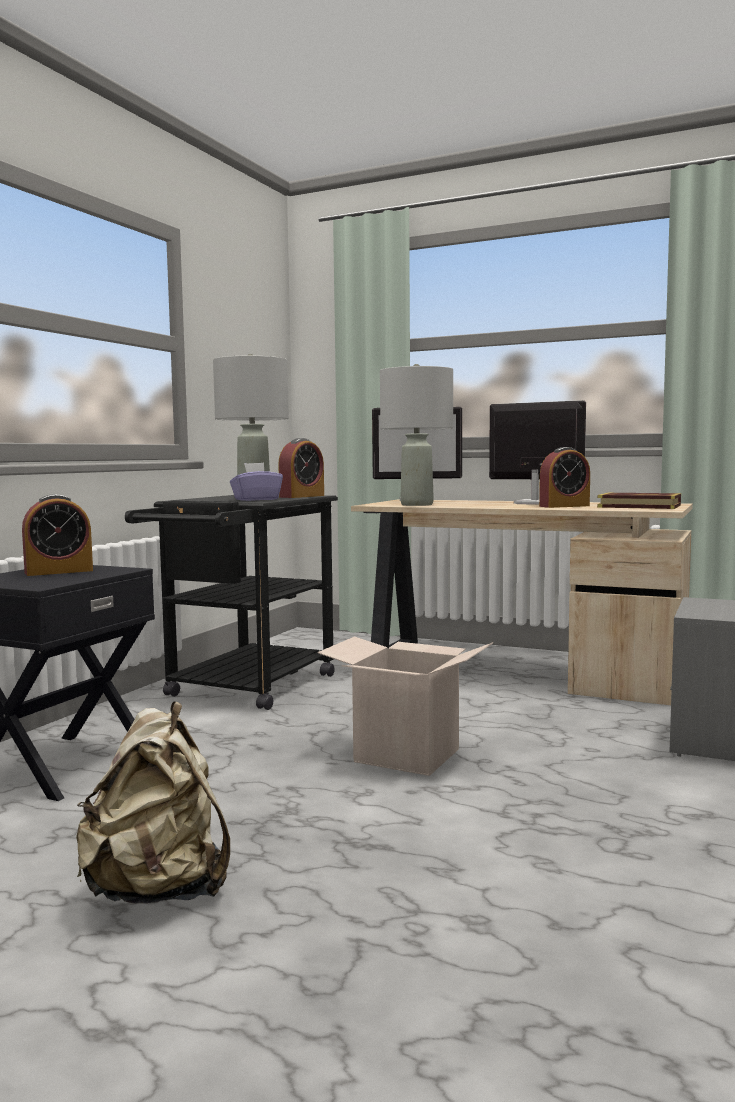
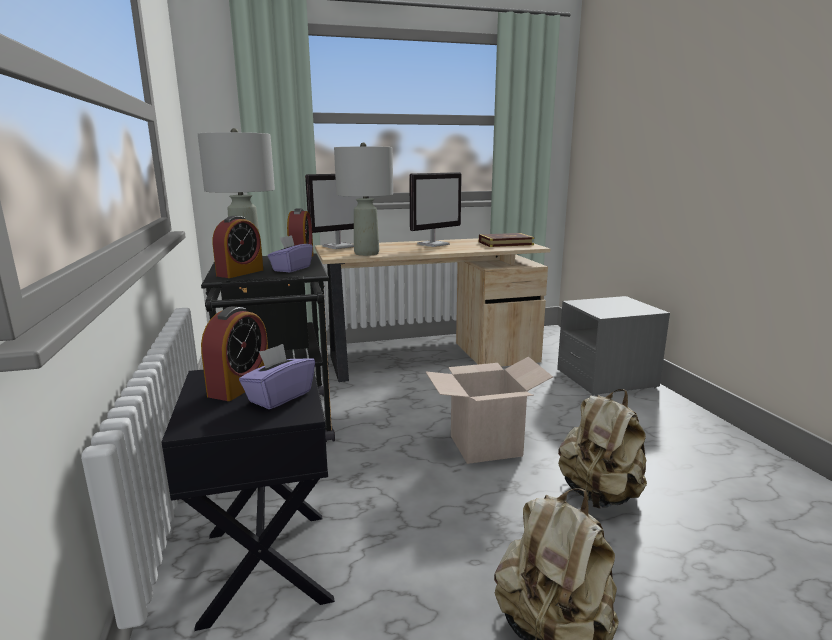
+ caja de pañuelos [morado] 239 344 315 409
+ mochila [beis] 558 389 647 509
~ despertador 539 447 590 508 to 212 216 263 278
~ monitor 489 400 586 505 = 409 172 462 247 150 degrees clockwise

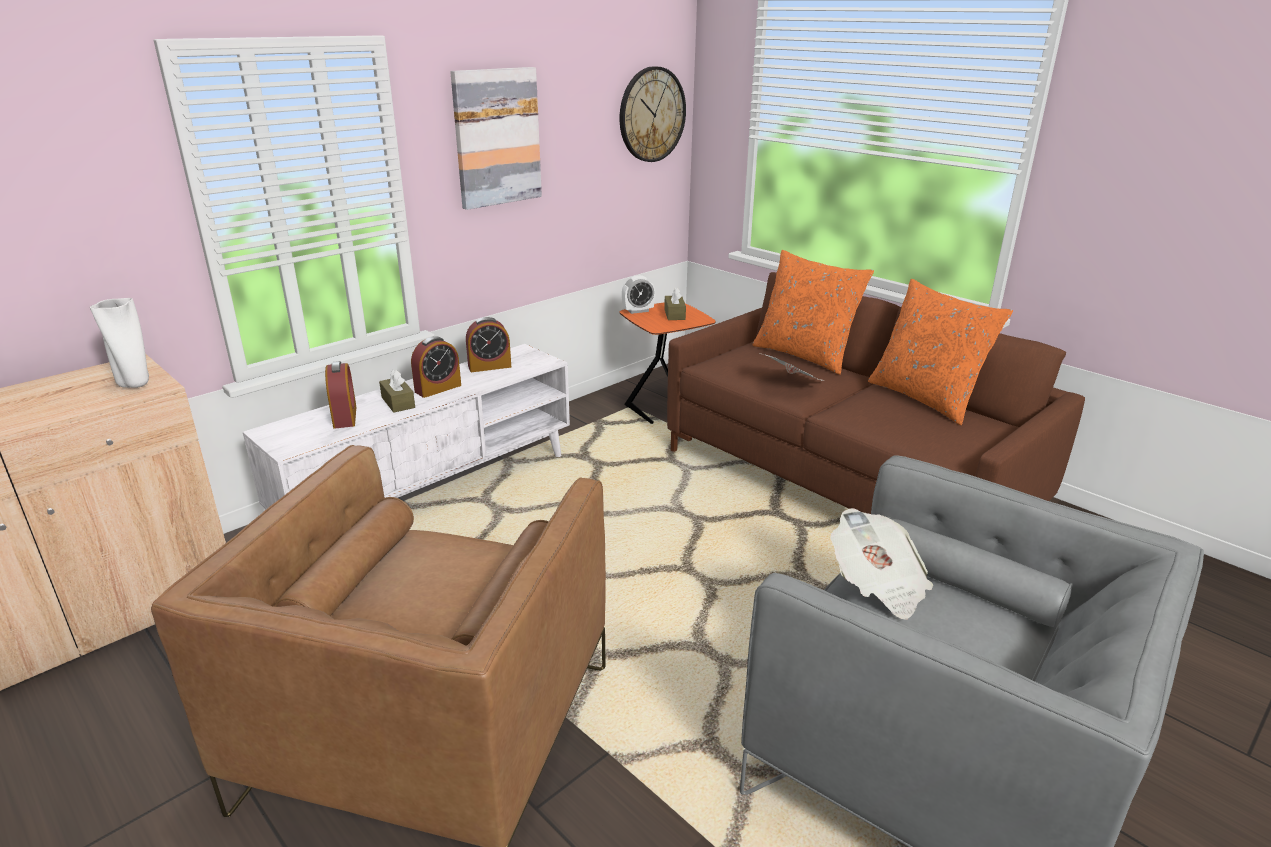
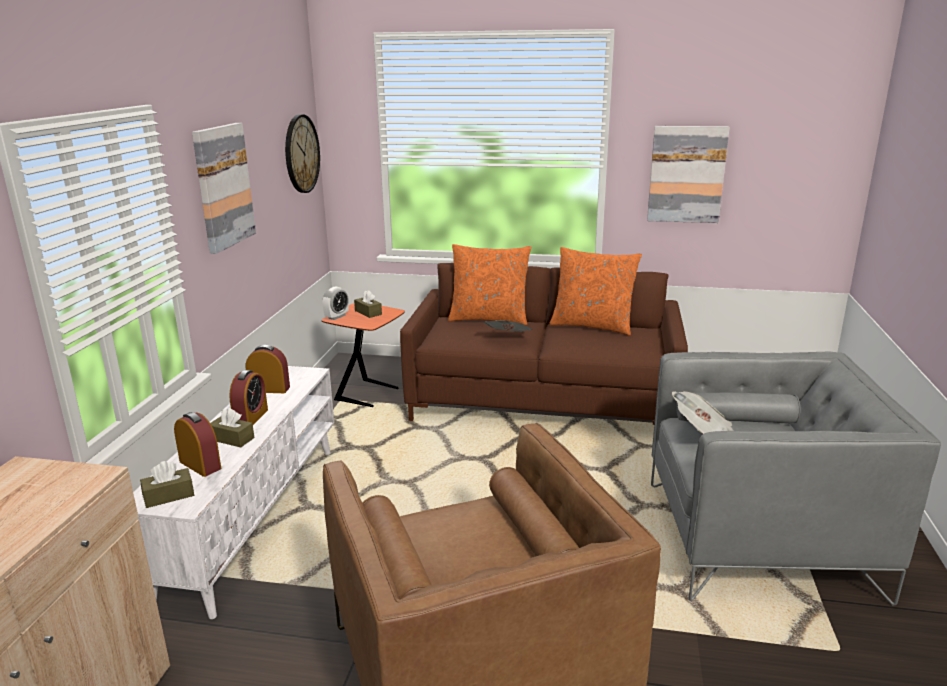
- florero [blanco] 90 298 149 388
+ caja de pañuelos [marrón] 140 461 194 508
+ cuadro 647 126 730 223
~ despertador 466 317 511 372 = 246 345 290 393 120 degrees counterclockwise

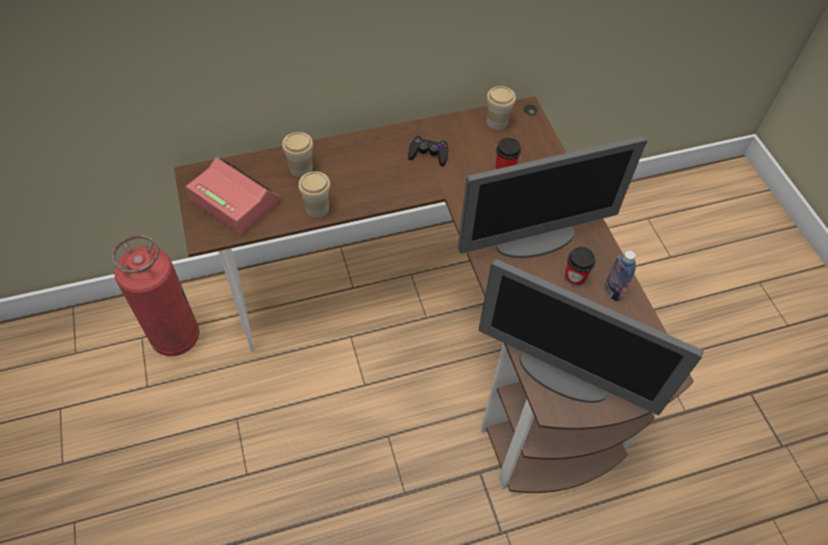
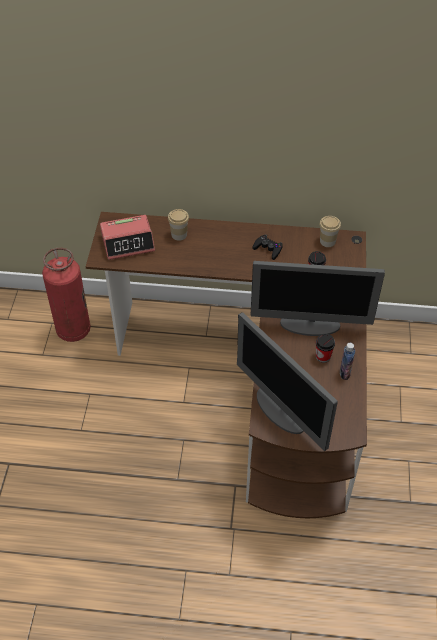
- taza 298 171 331 218
~ despertador 186 157 281 234 = 100 215 155 260 105 degrees clockwise

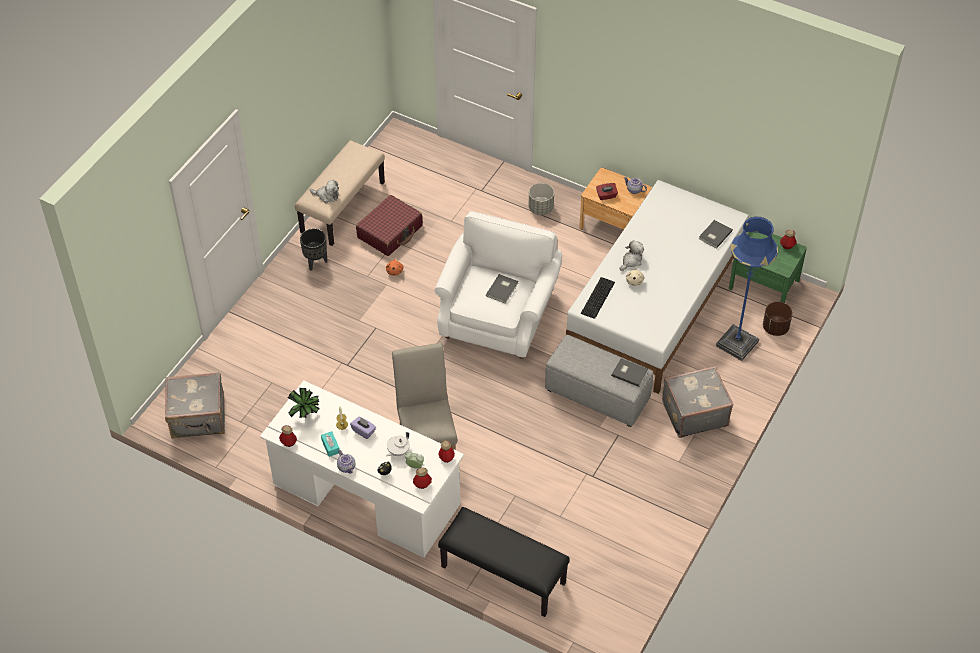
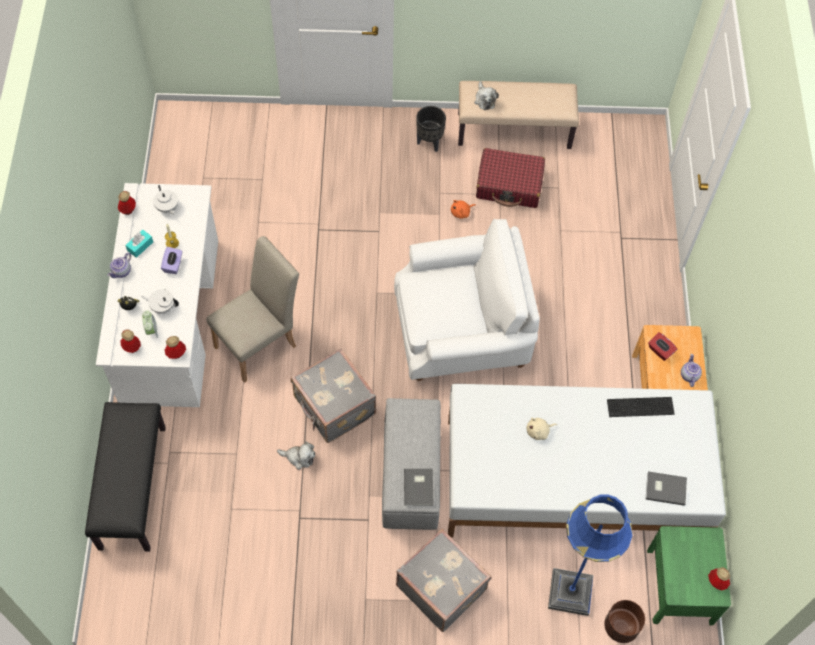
- libro [gris] 486 274 518 304
- maceta [gris] 529 183 554 215
~ maleta [gris] 165 372 225 438 to 291 348 376 443
~ teclado 581 277 615 319 to 607 397 674 417
~ peluche 619 240 644 271 to 277 441 315 470
~ planta en maceta 288 388 320 418 to tetera [blanco] 153 185 178 215

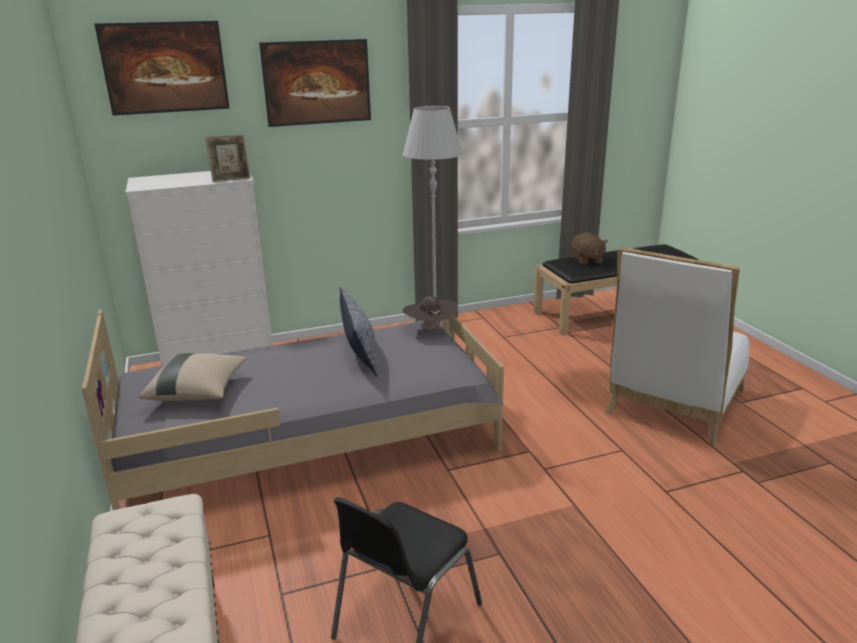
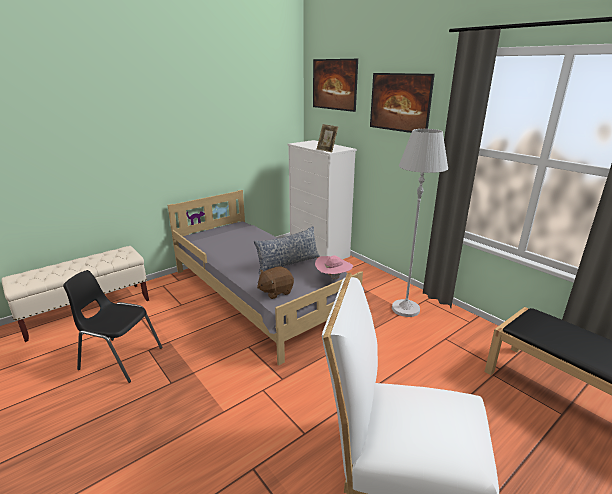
- cojín [beis] 139 353 247 401
~ peluche [marrón] 571 232 608 265 to 257 266 294 299
~ sombrero [marrón] 402 296 458 332 to sombrero [rosa] 315 256 353 281

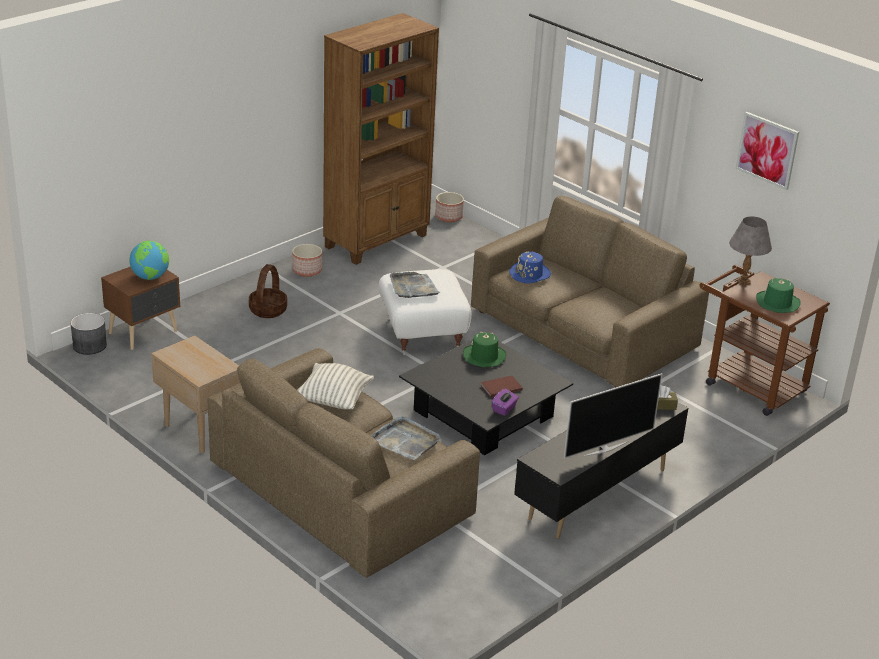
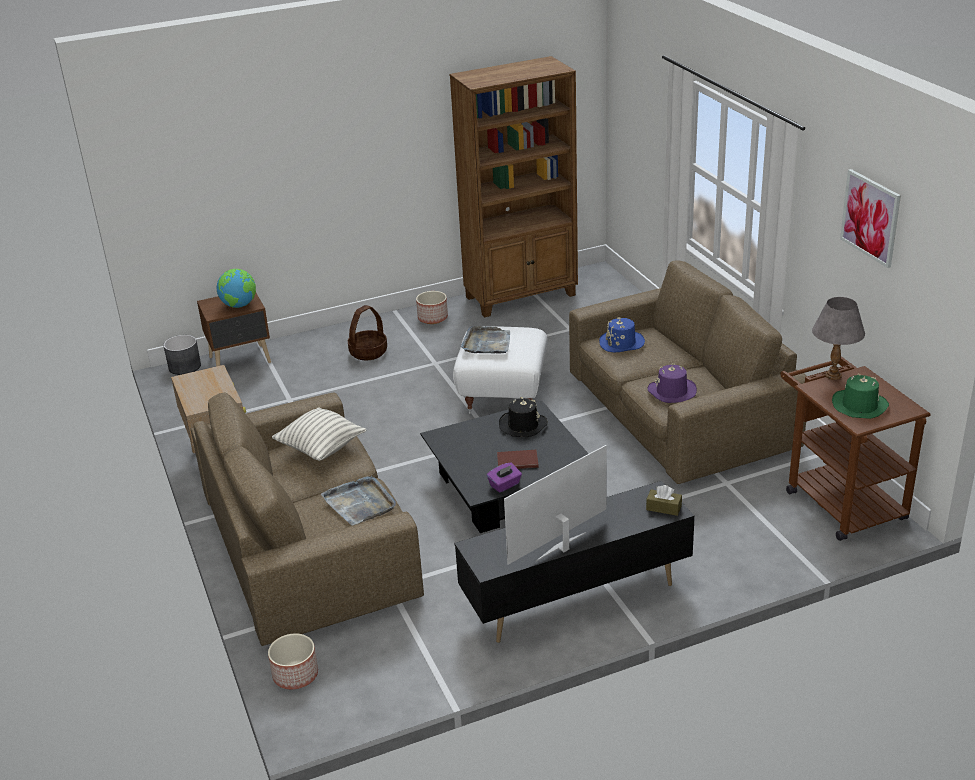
+ sombrero [morado] 647 363 697 403
~ maceta 435 192 464 222 to 268 633 318 689
~ sombrero [verde] 463 331 506 367 to sombrero [negro] 499 397 548 437
~ televisor 564 373 662 459 = 504 445 607 565 150 degrees clockwise

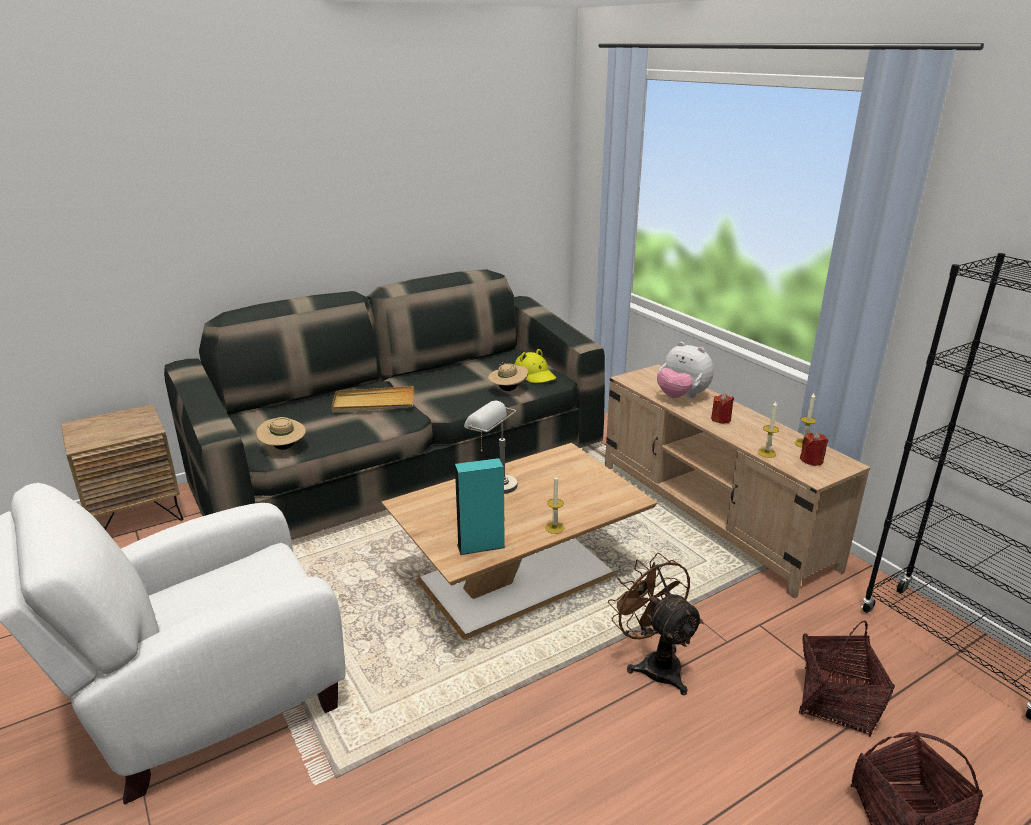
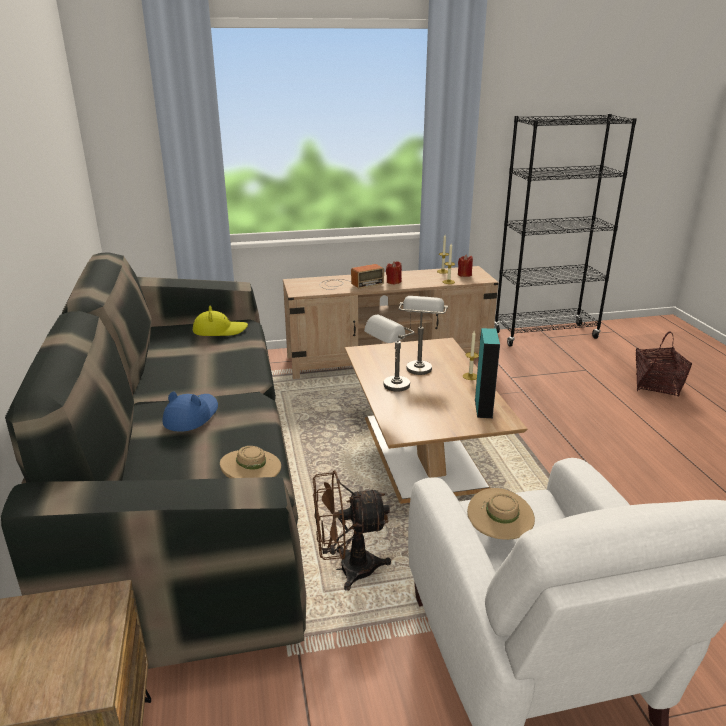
- cesta 799 621 895 737
+ lámpara de mesa [gris] 398 296 448 375
~ sombrero [beis] 488 361 528 391 to 467 488 535 540
~ ventilador [marrón] 608 553 704 695 to 313 470 391 591
~ bandeja [beis] 331 386 414 413 to sombrero [azul] 163 391 218 432
~ peluche 657 342 714 398 to radio 320 264 384 290

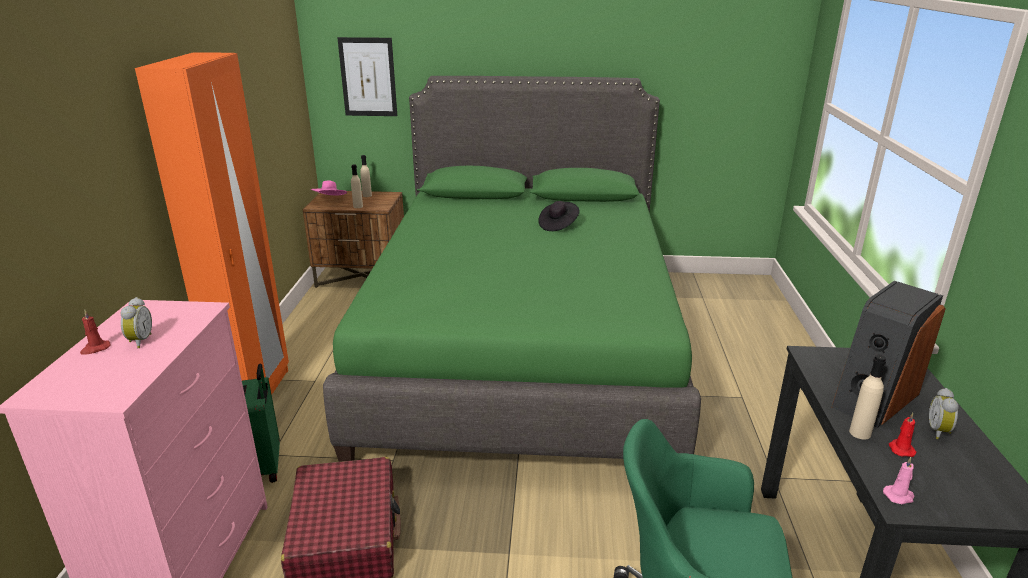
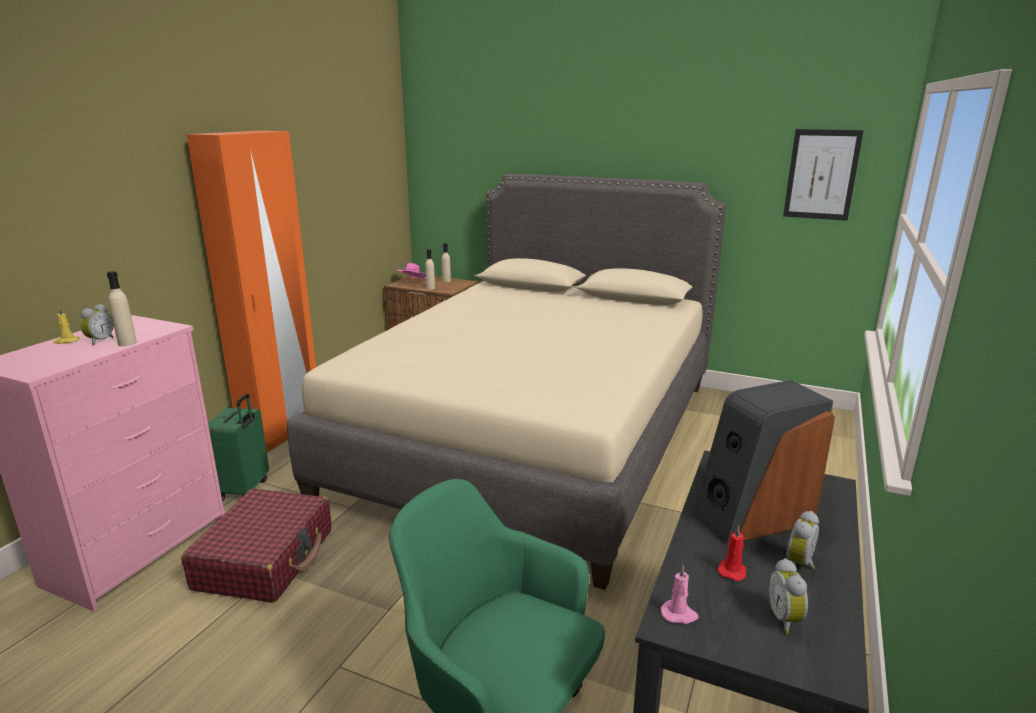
- sombrero [negro] 538 201 580 231
+ despertador 768 558 808 634
~ cuadro 337 37 397 116 to 783 129 864 221
~ botella [beis] 849 355 886 440 to 107 271 137 346
~ vela [rojo] 80 310 111 355 to vela [amarillo] 54 307 80 344
~ cama [verde] 323 76 701 462 to cama [beis] 287 174 726 590

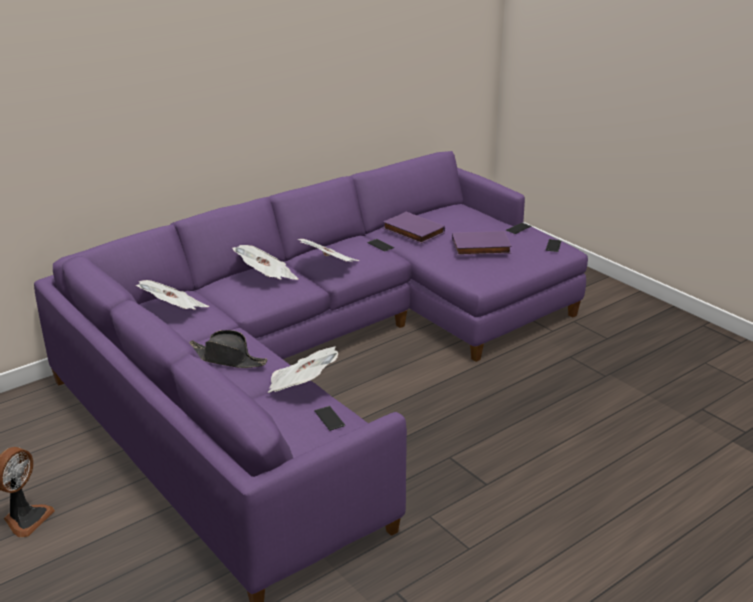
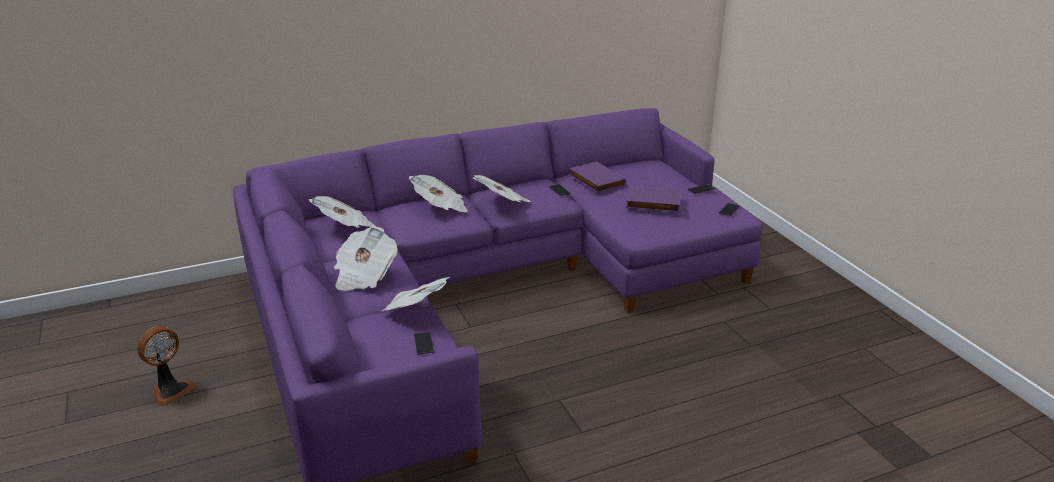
~ sombrero [negro] 189 330 267 368 to periódico 334 227 398 291

